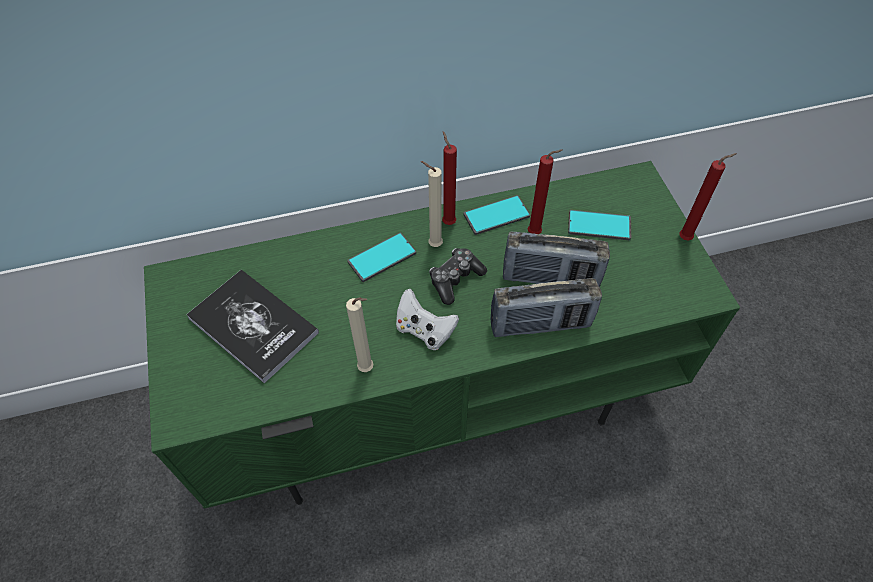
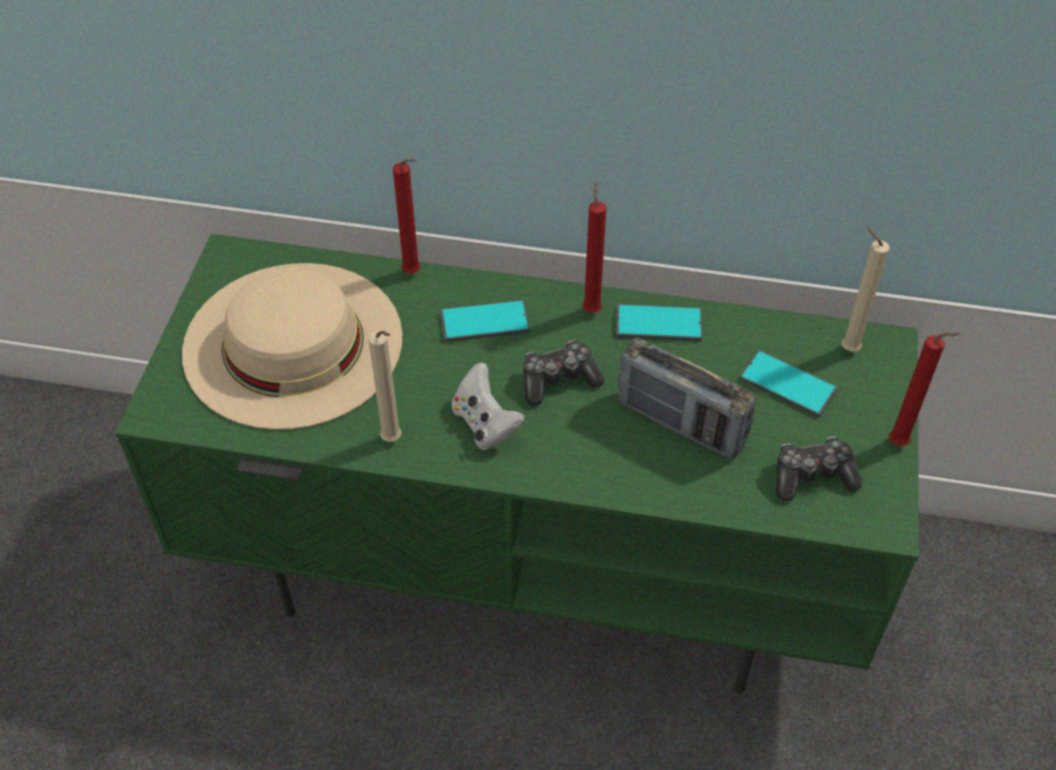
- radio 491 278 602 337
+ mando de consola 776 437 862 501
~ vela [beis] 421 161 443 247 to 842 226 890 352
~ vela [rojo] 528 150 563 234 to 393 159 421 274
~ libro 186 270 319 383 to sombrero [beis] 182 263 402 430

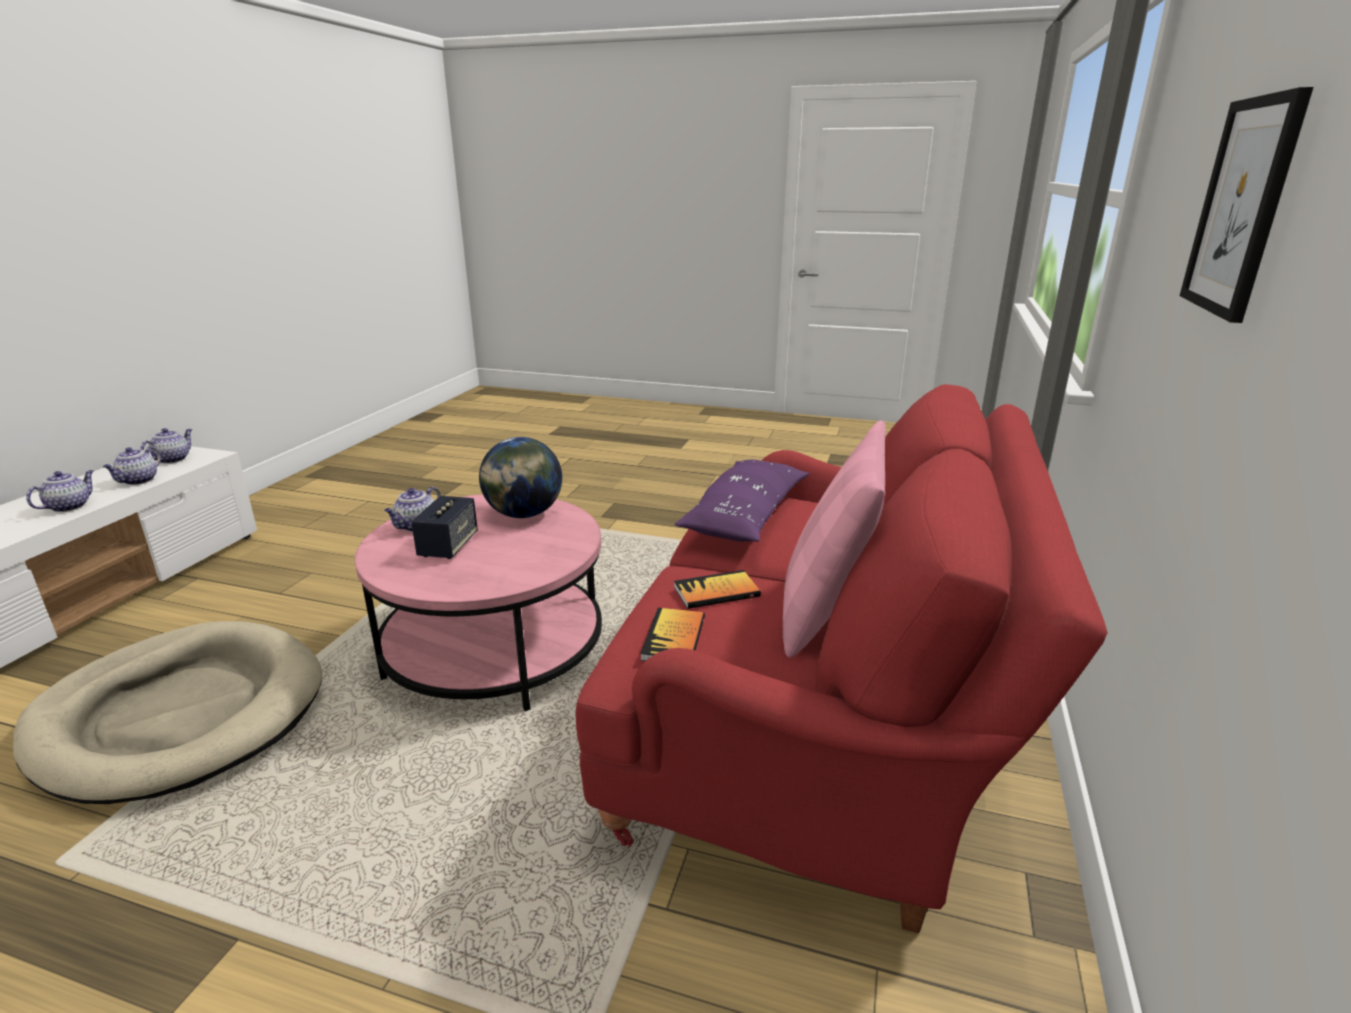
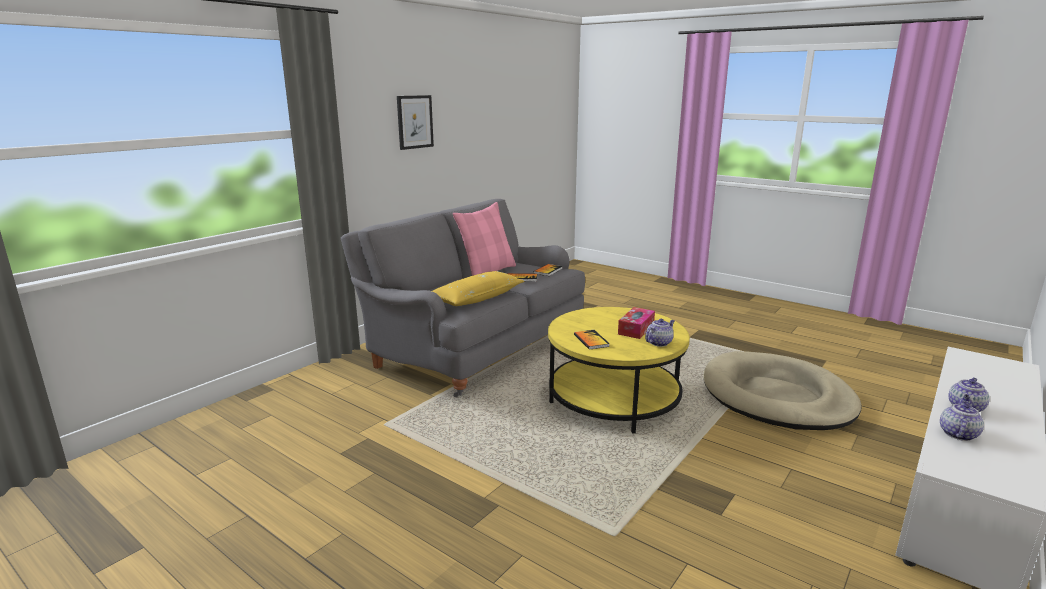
- tetera 140 428 192 464
~ altavoz 411 496 478 559 to caja de pañuelos 618 307 655 339
~ globo terráqueo 479 437 562 518 to libro 574 330 610 350
~ mesa de centro [rosa] 355 494 602 711 to mesa de centro [amarillo] 548 307 690 433
~ sofá [rojo] 576 384 1108 933 to sofá [gris] 341 199 585 397
~ cojín [morado] 674 460 809 542 to cojín [amarillo] 432 271 524 306

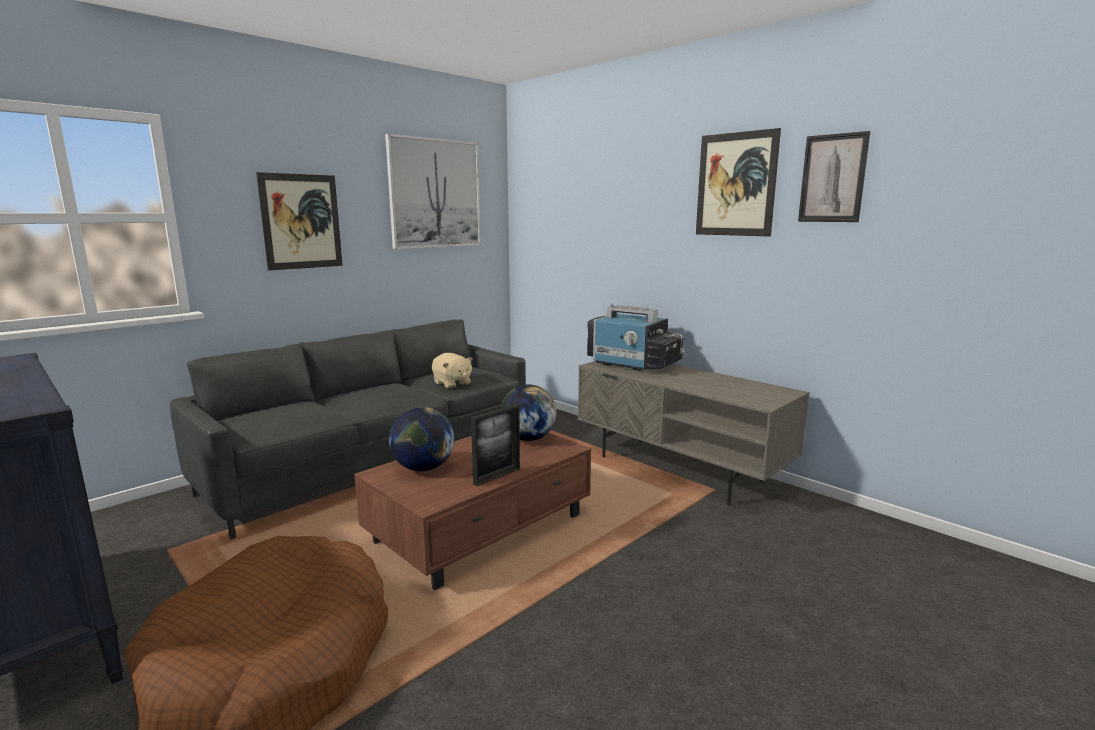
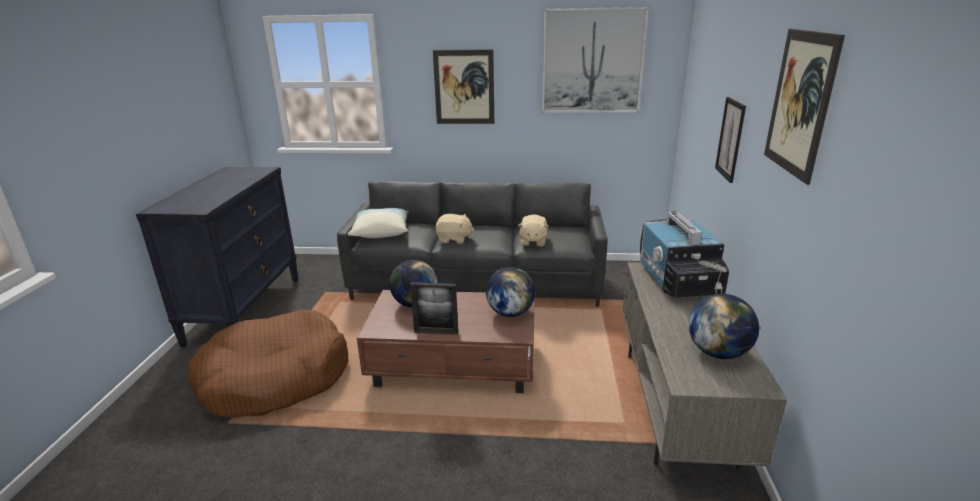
+ cojín 348 208 409 238
+ peluche [beis] 436 214 474 244
+ globo terráqueo 689 294 759 359
~ cuadro 798 131 871 222 to 715 97 746 183

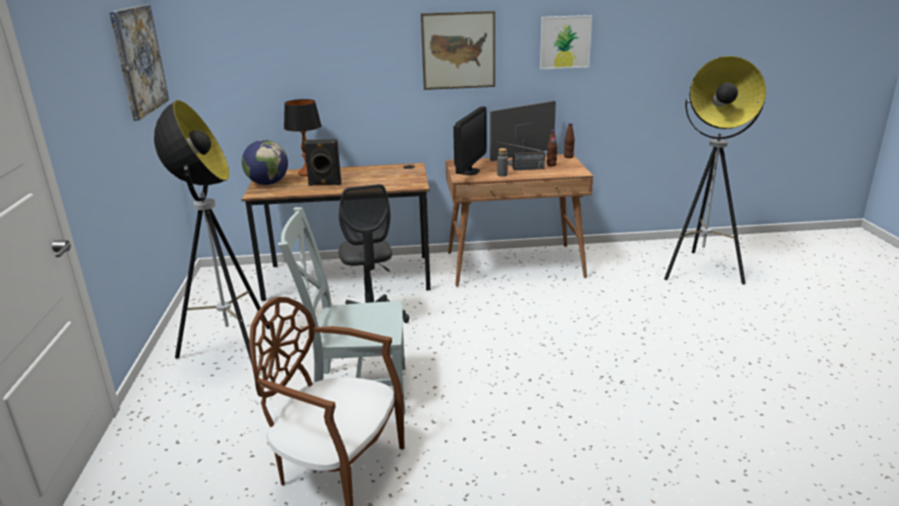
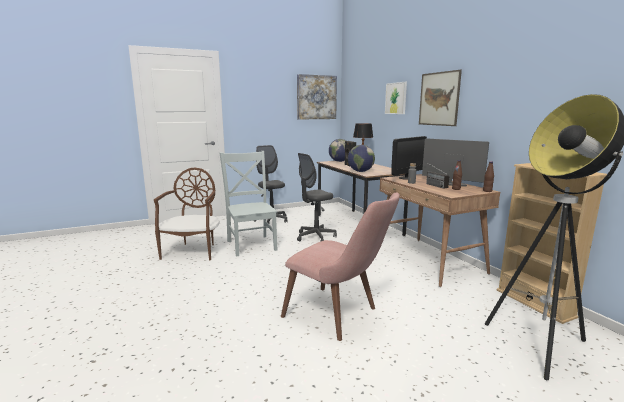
+ silla [rosa] 281 193 400 341
+ globo terráqueo 348 145 375 172
+ estantería [beis] 497 163 607 324
~ cuadro 540 15 592 69 to 385 82 407 114
~ lámpara de pie 154 100 270 375 to silla de oficina [gris] 254 145 288 224
~ monitor 453 106 487 175 = 391 136 427 180 45 degrees counterclockwise

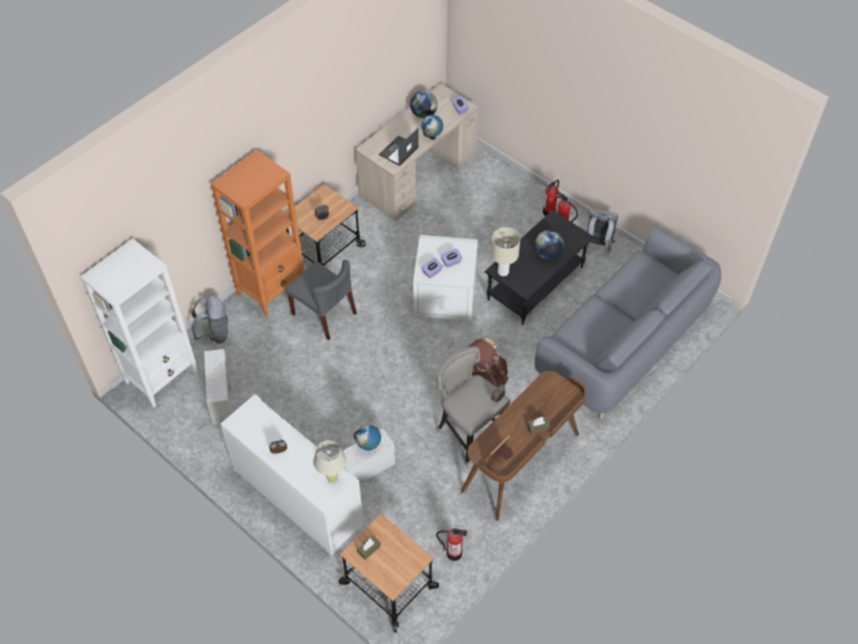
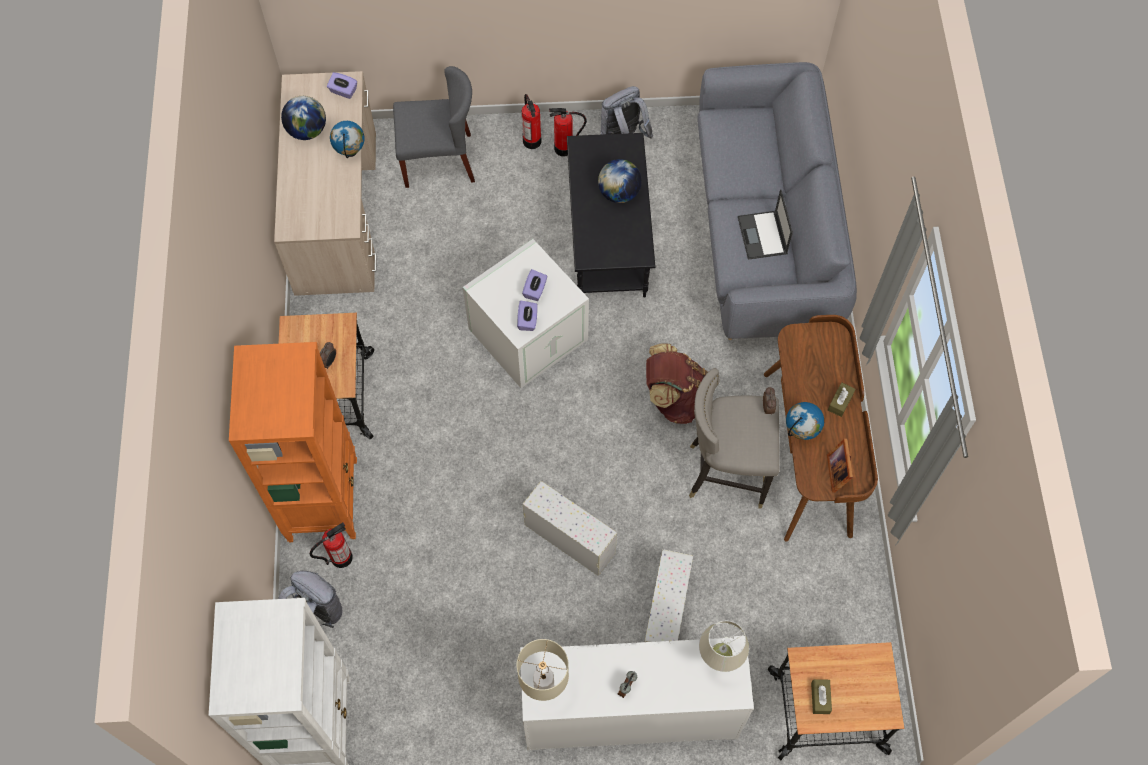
~ caja de almacenaje [blanco] 204 349 233 424 to 523 481 617 576
~ silla [gris] 286 260 357 340 to 393 66 475 188
~ globo terráqueo 354 425 381 451 to 786 402 824 440
~ portátil 379 128 419 166 to 738 189 793 260
~ extintor 436 529 467 561 to 310 522 353 568
~ lámpara de mesa [beis] 491 227 521 276 to 517 639 569 701

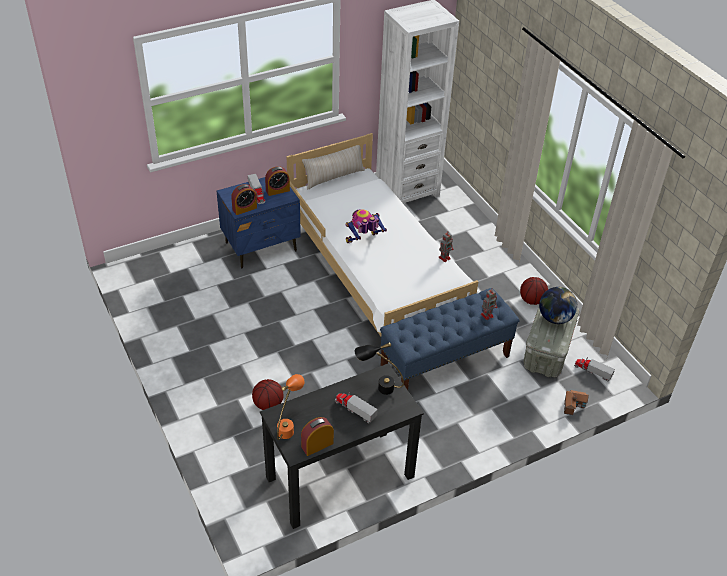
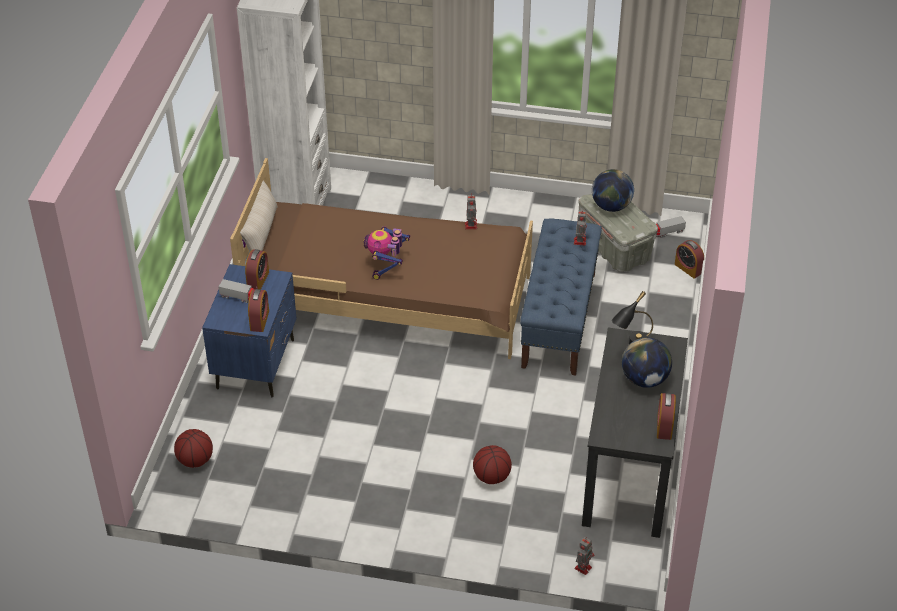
- lámpara de mesa [naranja] 277 374 305 440
+ robot de juguete 575 537 594 575
~ balón de baloncesto 520 277 548 305 to 174 429 213 468
~ camión de juguete 335 392 378 423 to globo terráqueo 622 337 672 388
~ casita 564 390 589 415 to despertador 675 240 704 279
~ cama [blanco] 287 133 480 336 to cama [marrón] 230 158 533 359

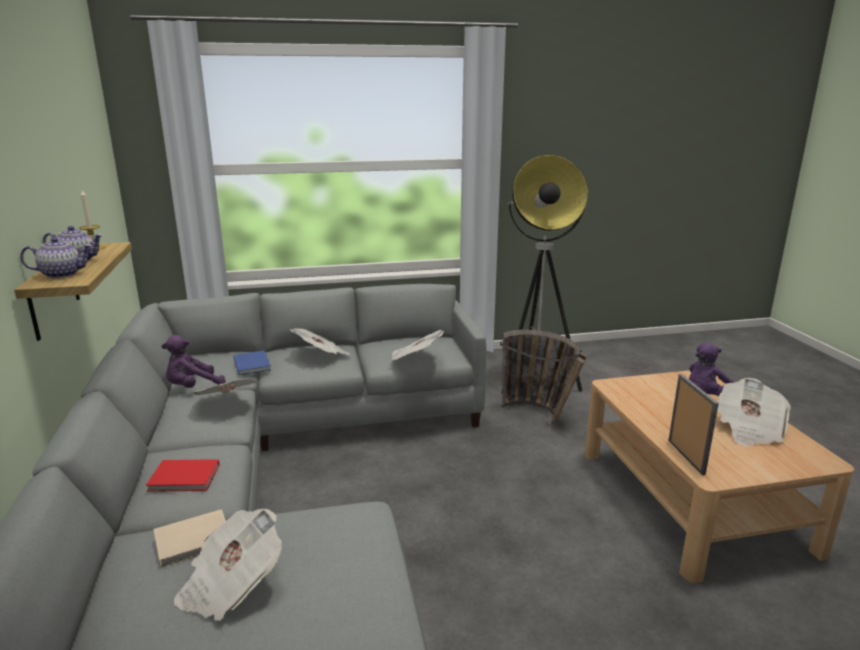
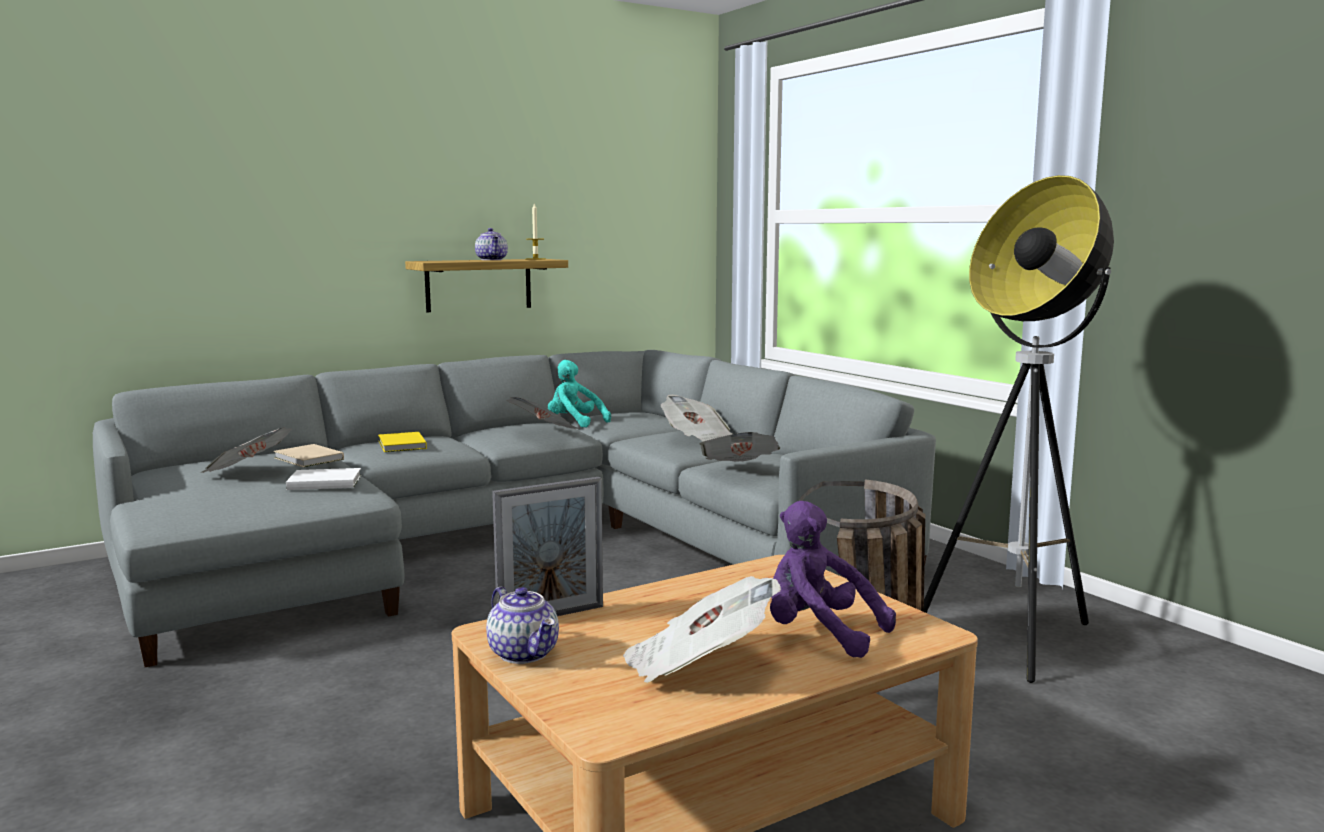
- libro [azul] 234 350 271 375
+ libro [blanco] 286 468 361 490
~ tetera 20 237 92 278 to 486 587 559 664
~ libro [rojo] 146 459 220 492 to libro [amarillo] 378 432 427 452
~ peluche [morado] 161 335 226 388 to peluche [turquesa] 548 360 611 427

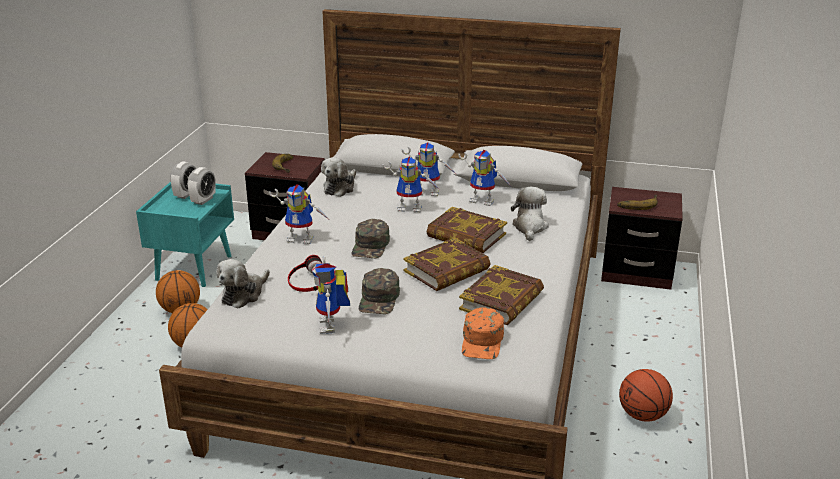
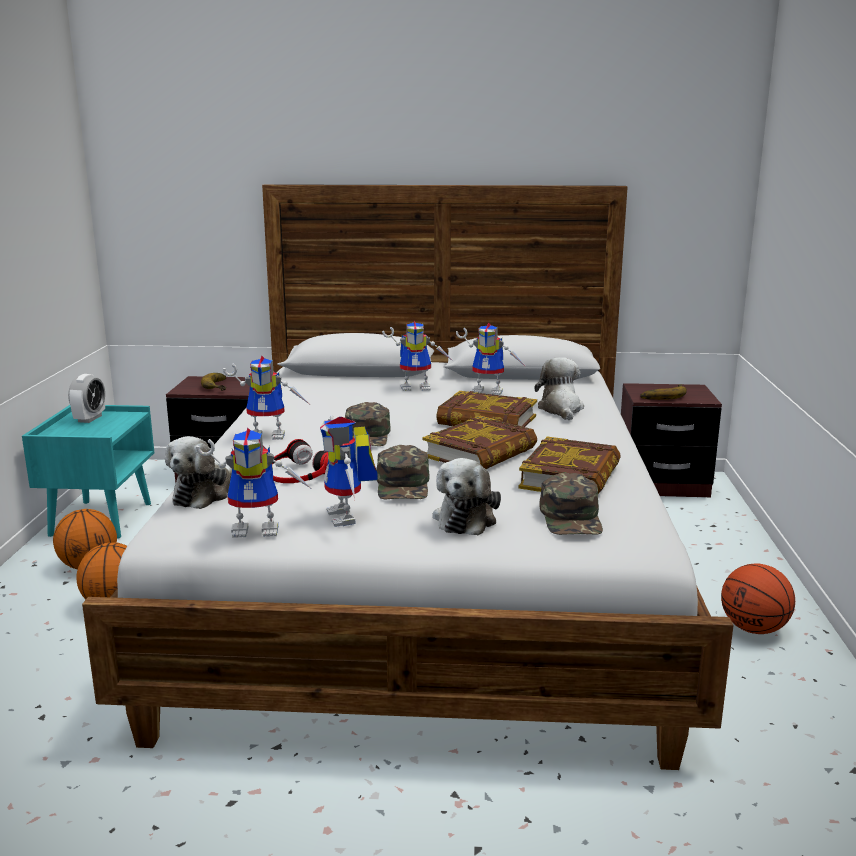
- despertador 187 167 216 205
~ peluche 321 157 356 197 to 432 458 501 536
~ robot de juguete 382 157 440 212 to 196 428 313 538
~ gorra [naranja] 462 307 504 359 to gorra [verde] 539 473 603 535

